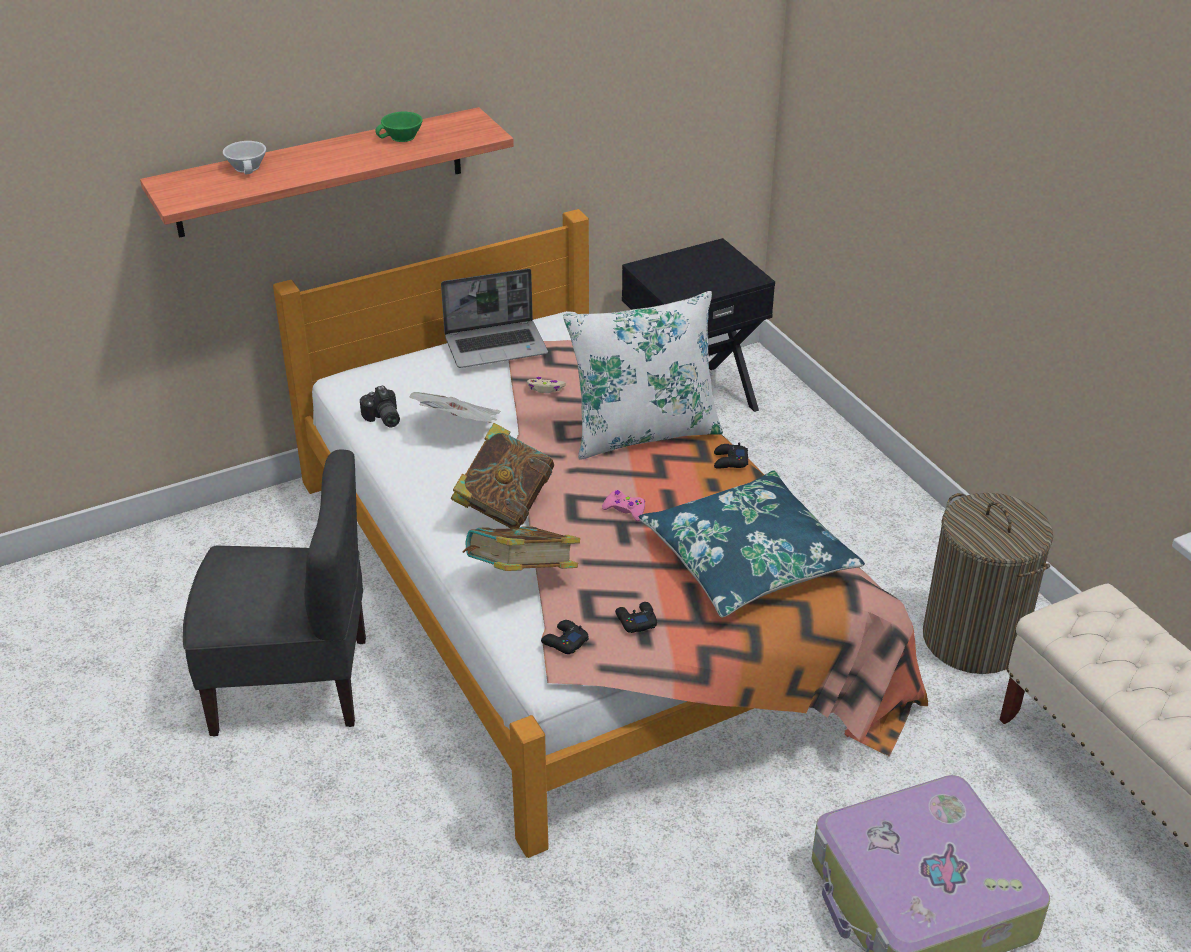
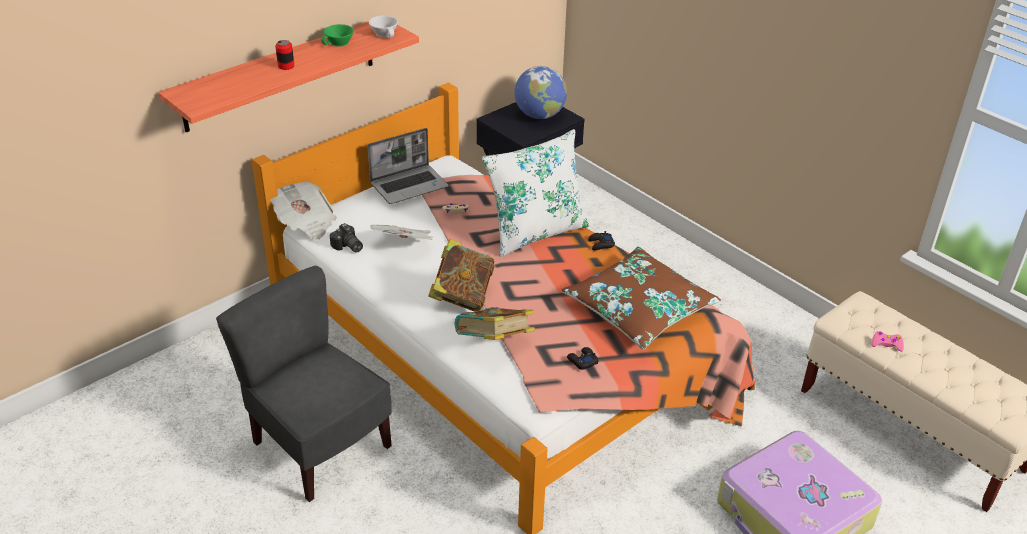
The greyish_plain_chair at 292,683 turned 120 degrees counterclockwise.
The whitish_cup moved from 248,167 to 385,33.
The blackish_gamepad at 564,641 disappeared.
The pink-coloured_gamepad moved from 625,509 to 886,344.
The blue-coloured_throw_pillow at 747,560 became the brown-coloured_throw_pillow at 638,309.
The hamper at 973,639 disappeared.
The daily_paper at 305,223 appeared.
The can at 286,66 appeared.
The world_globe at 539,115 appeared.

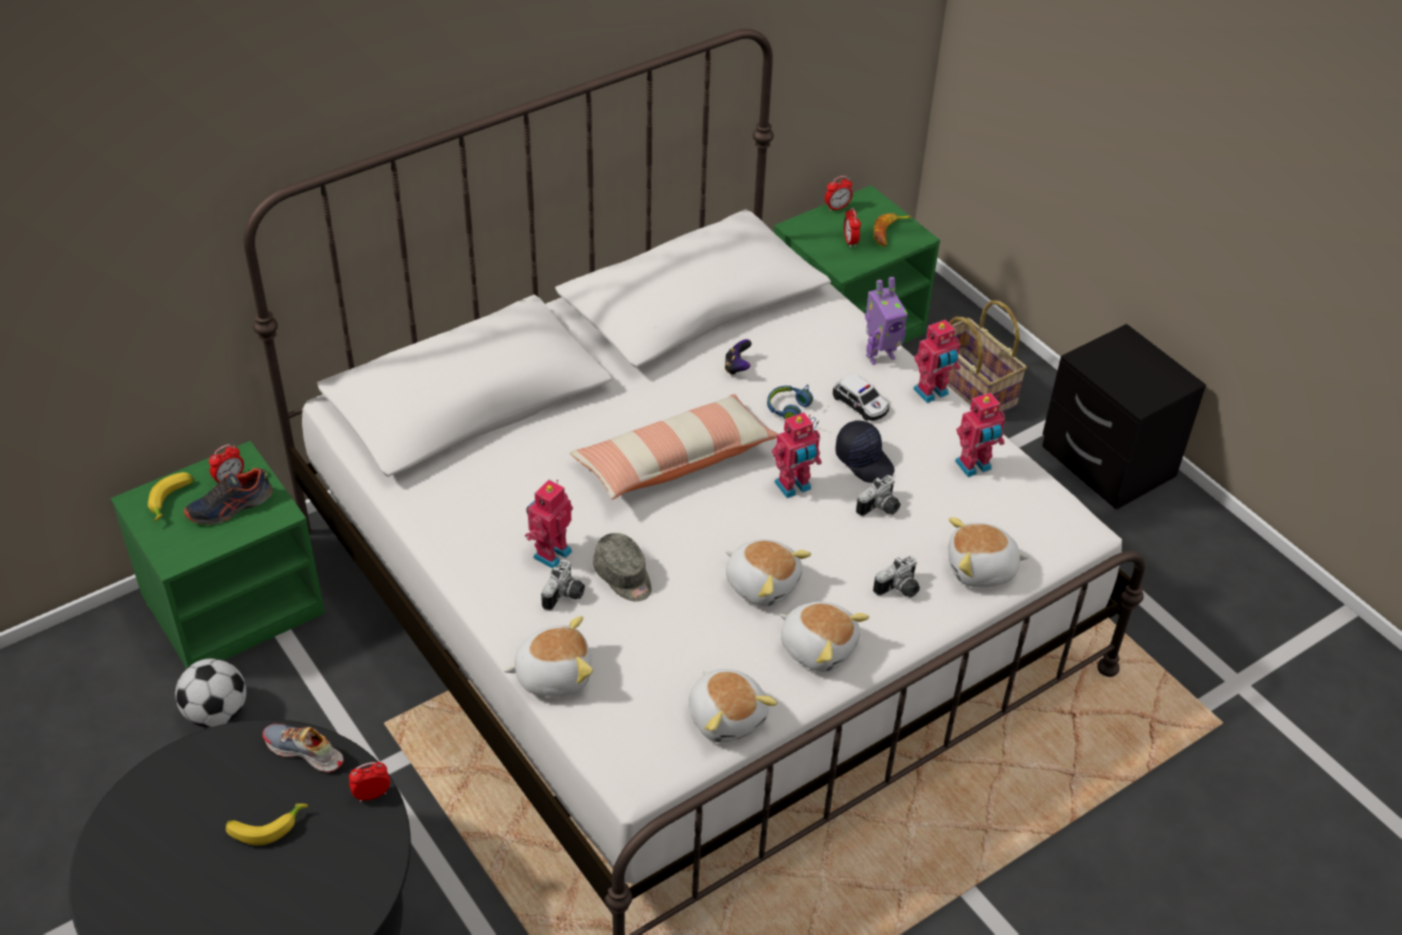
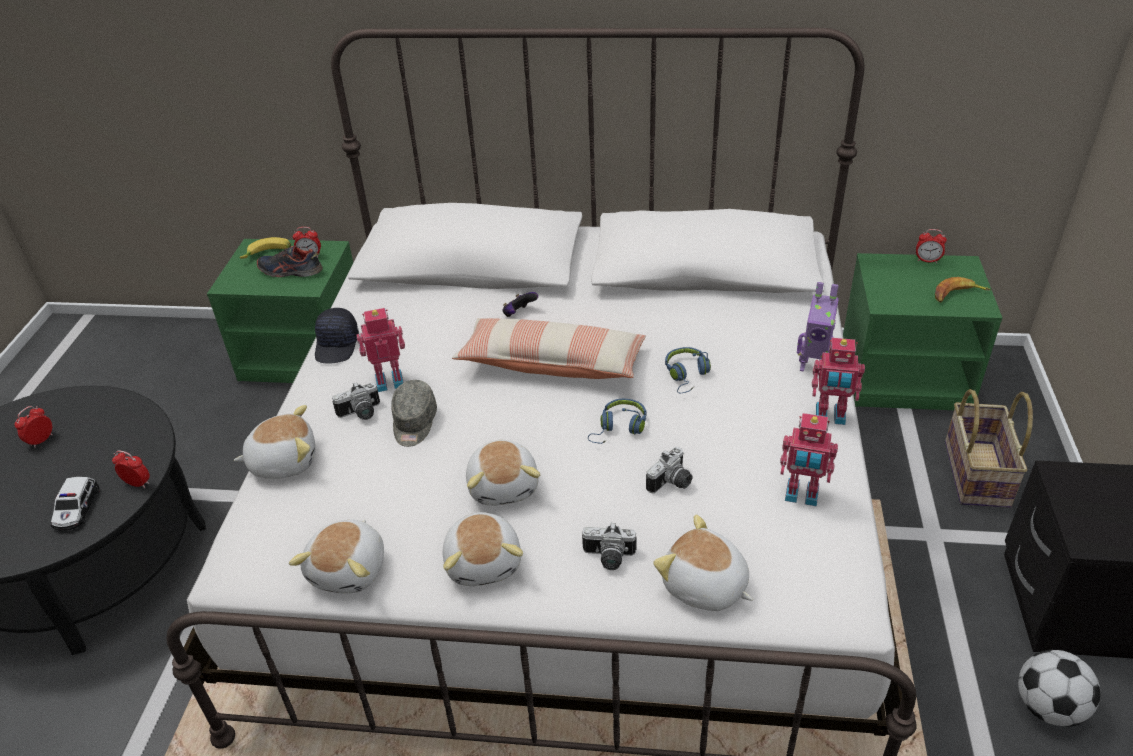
The football moved from 216,713 to 1048,707.
The whole_banana at 266,826 disappeared.
The shoe at 304,752 disappeared.
The plush_toy at 553,674 turned 45 degrees counterclockwise.
The gamepad moved from 737,367 to 519,314.
The robot_figure at 794,487 was replaced by the blue-coloured_pair_of_headphones at 619,428.
The toy_car moved from 860,404 to 77,509.
The blackish_cap moved from 865,460 to 337,345.
The bedside_clock moved from 850,241 to 41,440.
The still_camera at 880,508 turned 45 degrees counterclockwise.

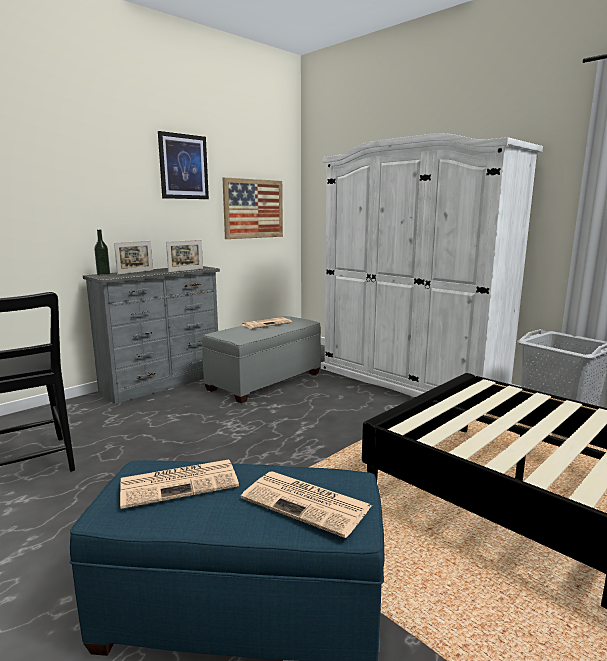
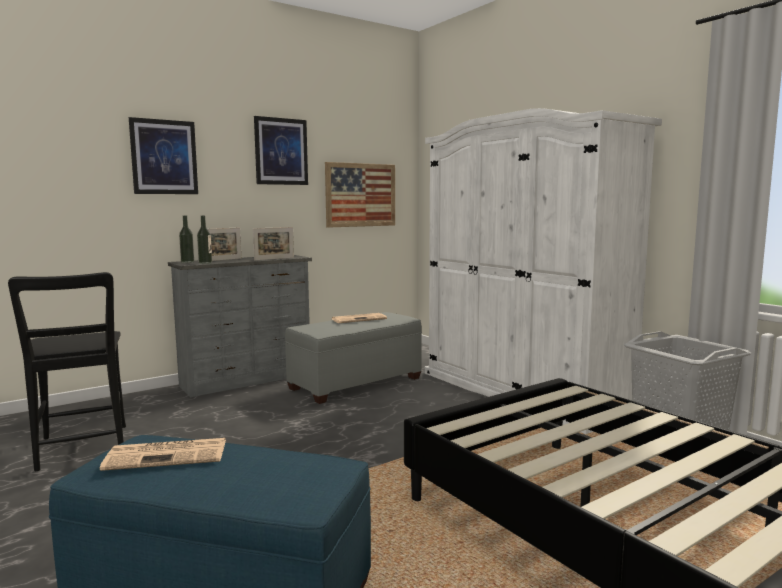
The daily_paper at 308,503 disappeared.
The picture at 164,157 appeared.
The drink_bottle at 205,263 appeared.

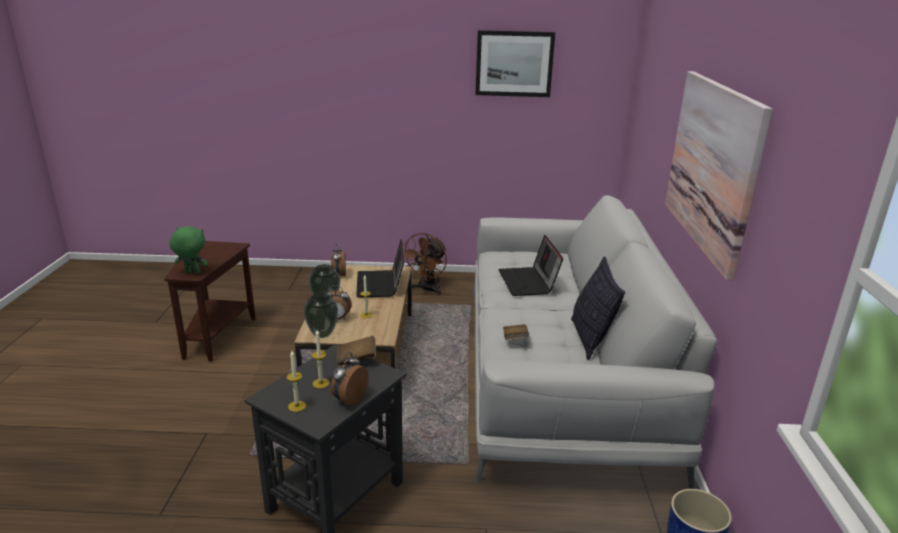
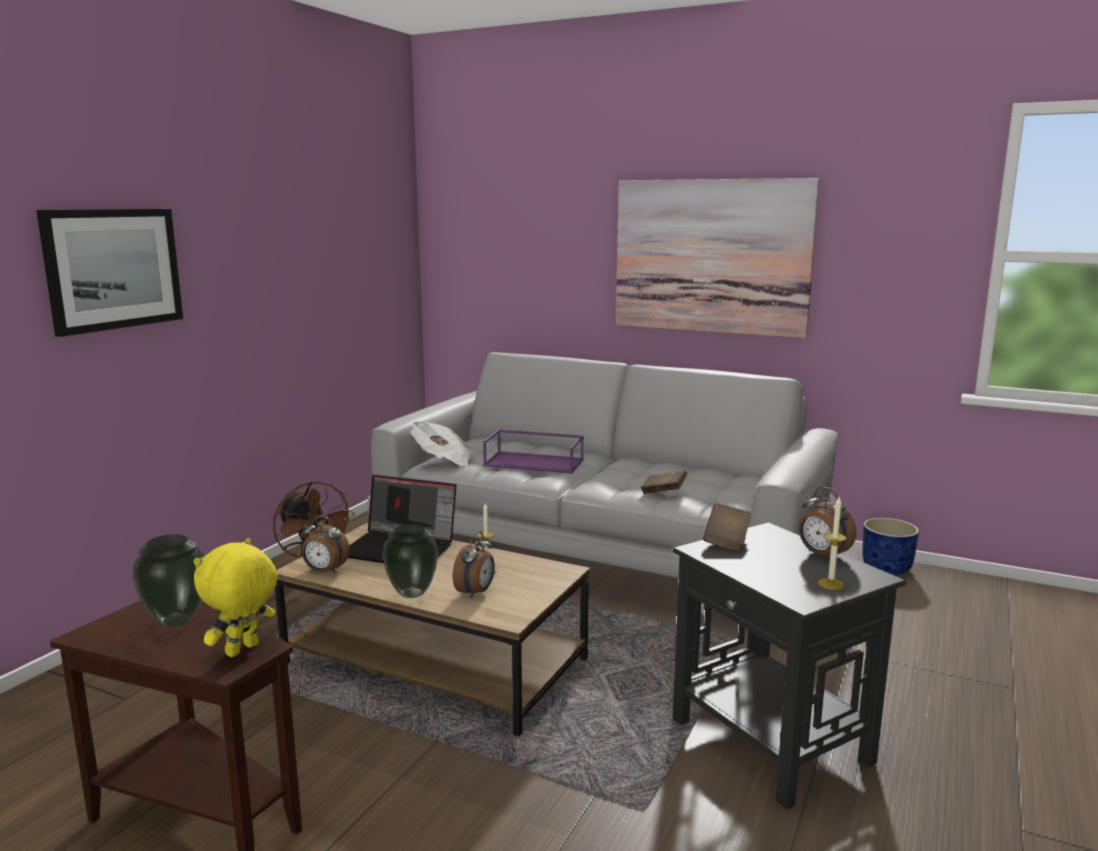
The green_plush_toy at 192,273 became the yellowish_plush_toy at 243,650.
The decorative_vase moved from 322,335 to 177,621.
The wax_candle at 321,383 disappeared.
The picture moved from 514,64 to 113,269.
The portable_computer at 529,282 was replaced by the purple-coloured_serving_tray at 535,462.
The throw_pillow at 591,339 disappeared.
The daily_paper at 443,459 appeared.

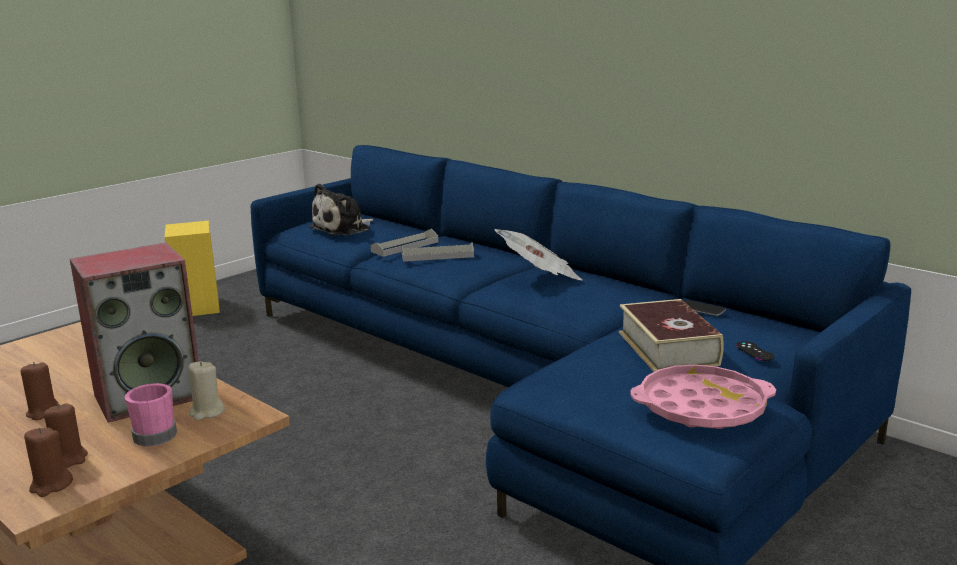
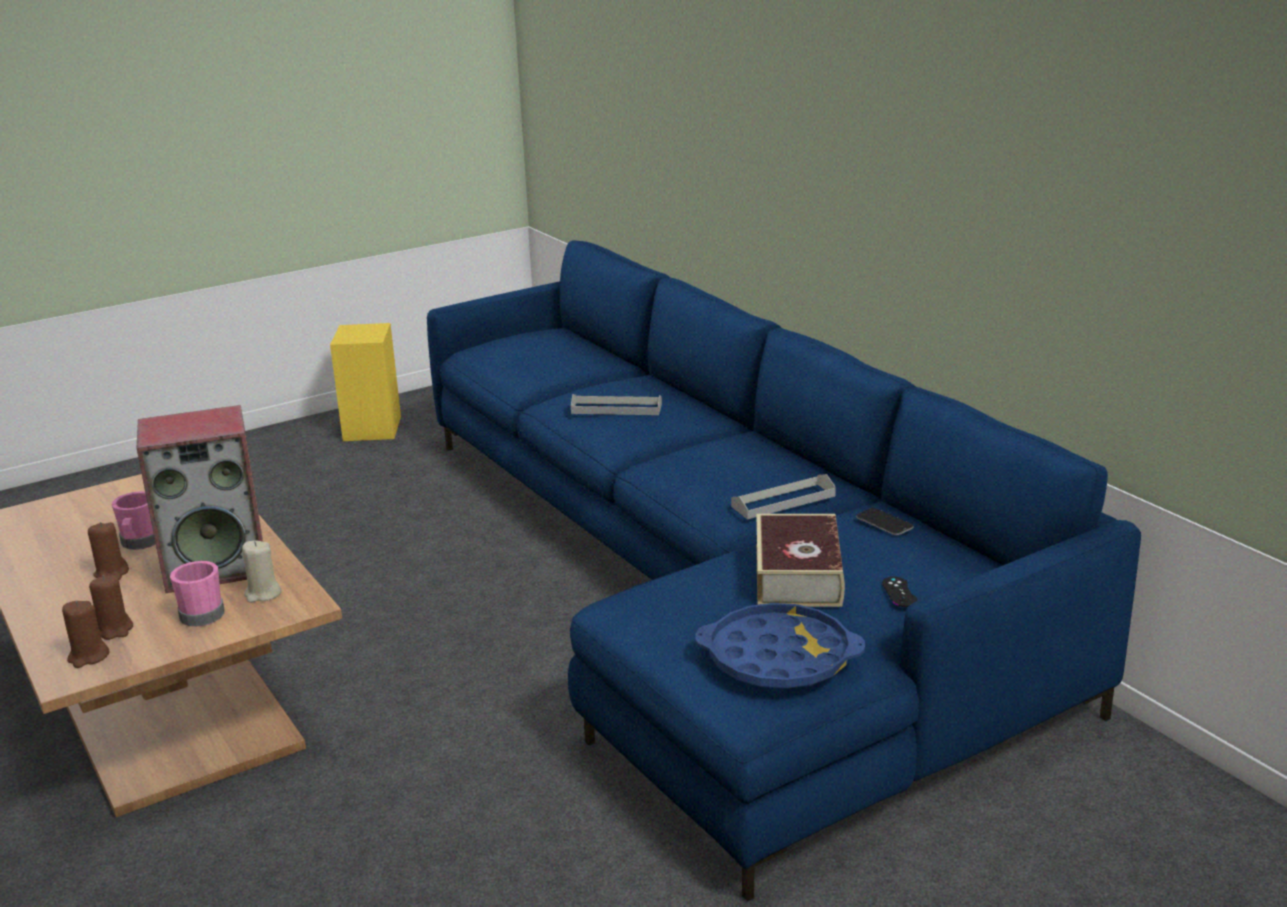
The plush_toy at 343,228 disappeared.
The greyish_serving_tray moved from 405,247 to 783,501.
The daily_paper at 539,276 disappeared.
The pink-coloured_serving_tray at 701,407 became the blue-coloured_serving_tray at 779,658.
The pink-coloured_mug at 140,543 appeared.

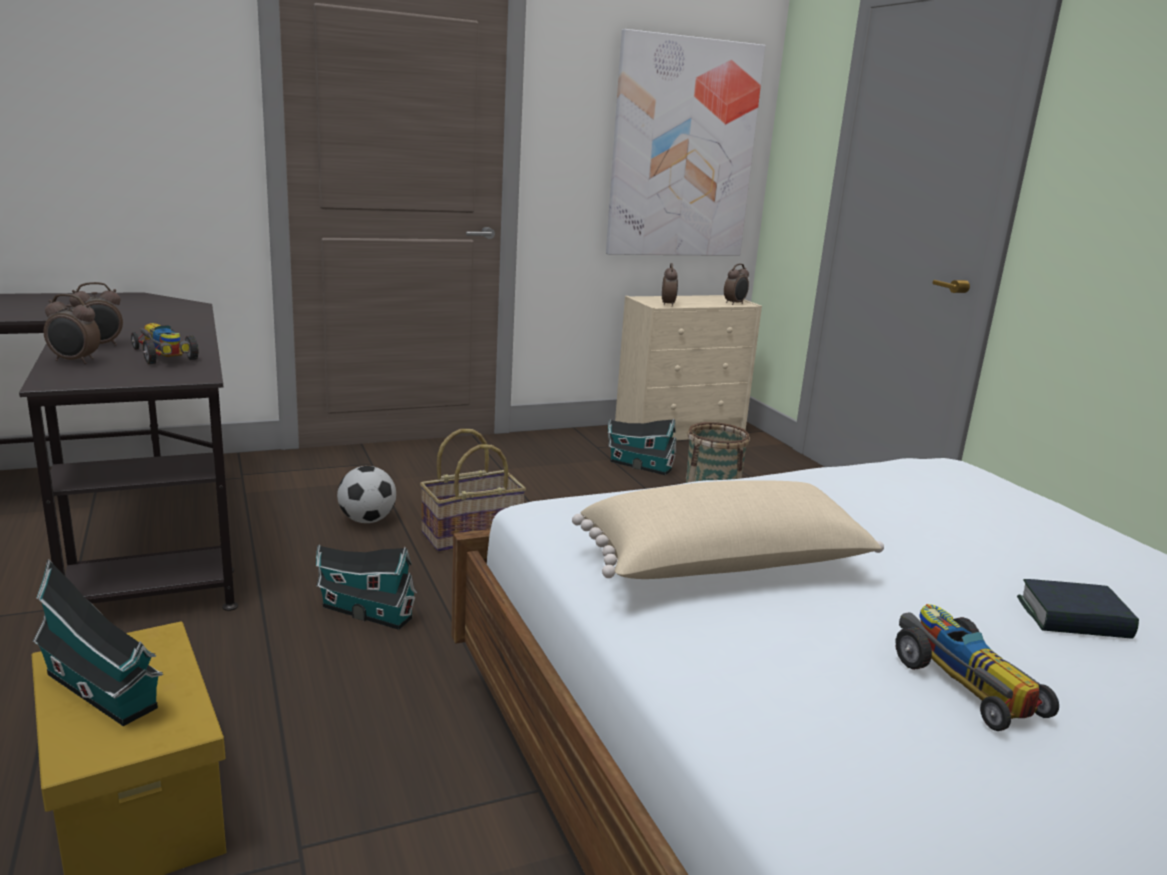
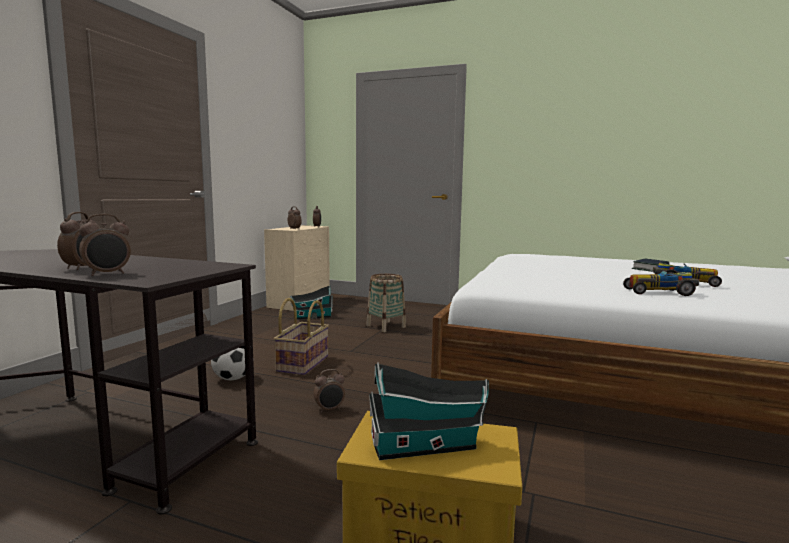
The toy_car moved from 165,356 to 661,292.
The toy_house at 364,611 was replaced by the bedside_clock at 329,409.
The beige_throw_pillow at 724,568 disappeared.
The picture at 682,149 disappeared.

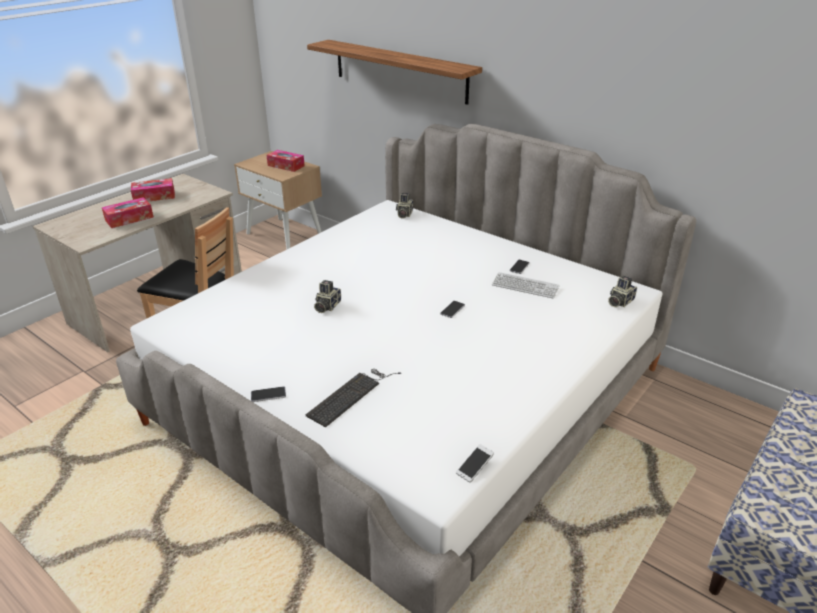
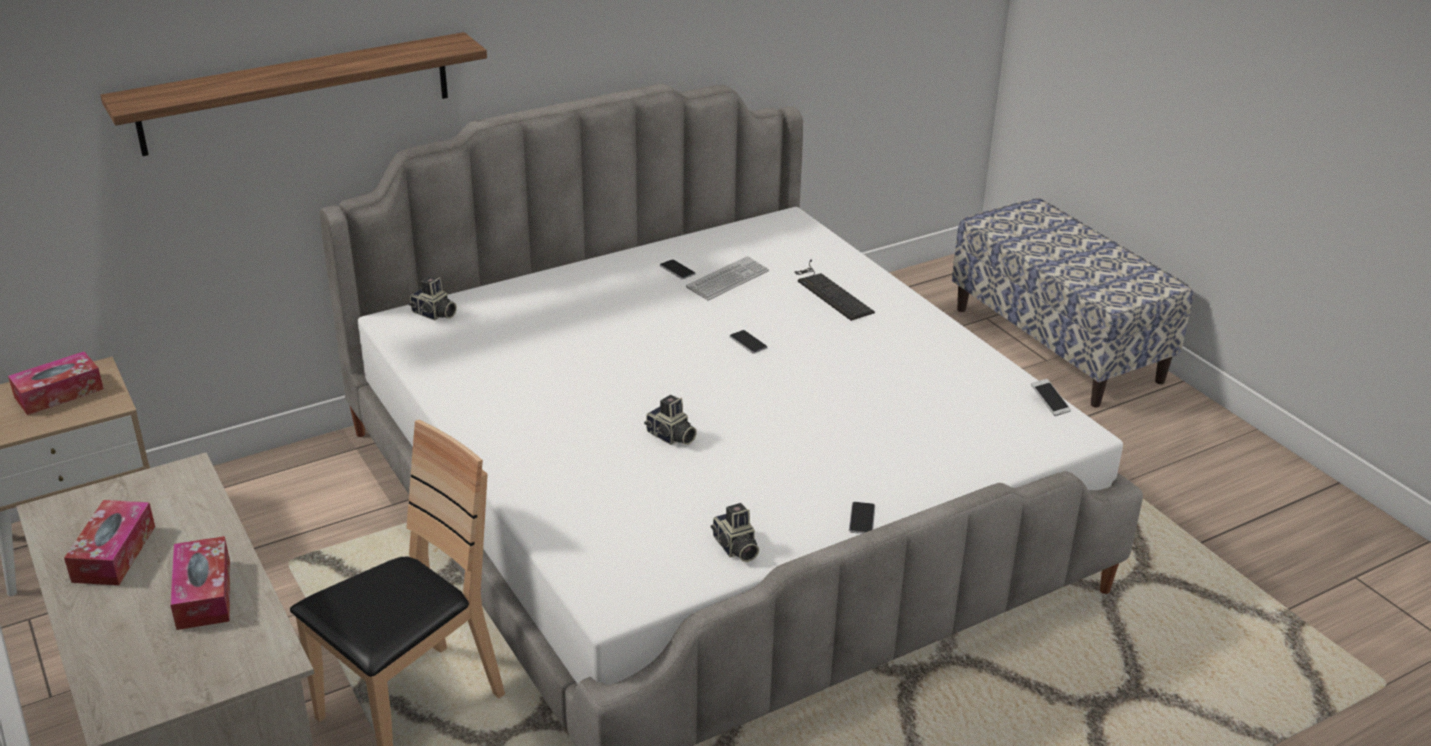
The keyboard moved from 351,394 to 829,291.
The still_camera moved from 619,301 to 735,548.

